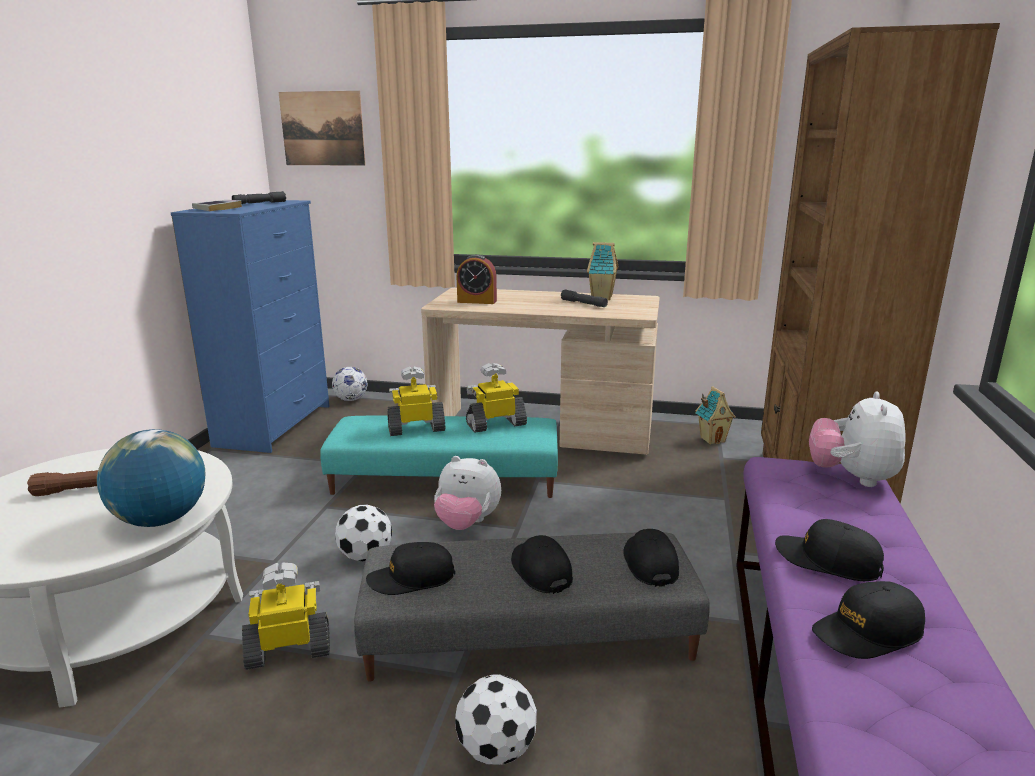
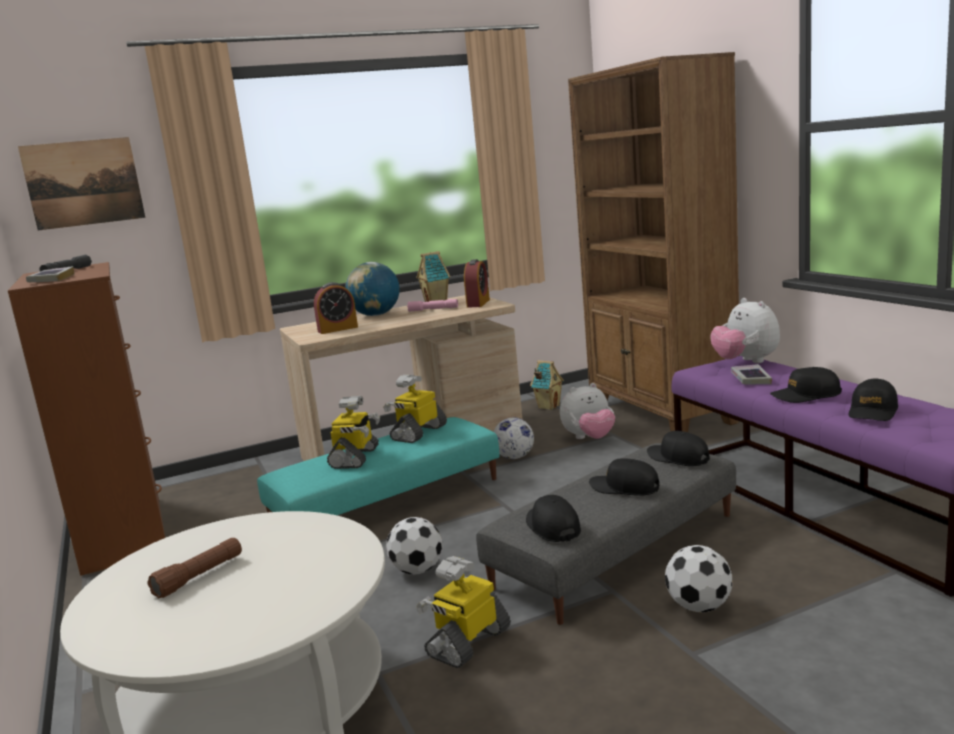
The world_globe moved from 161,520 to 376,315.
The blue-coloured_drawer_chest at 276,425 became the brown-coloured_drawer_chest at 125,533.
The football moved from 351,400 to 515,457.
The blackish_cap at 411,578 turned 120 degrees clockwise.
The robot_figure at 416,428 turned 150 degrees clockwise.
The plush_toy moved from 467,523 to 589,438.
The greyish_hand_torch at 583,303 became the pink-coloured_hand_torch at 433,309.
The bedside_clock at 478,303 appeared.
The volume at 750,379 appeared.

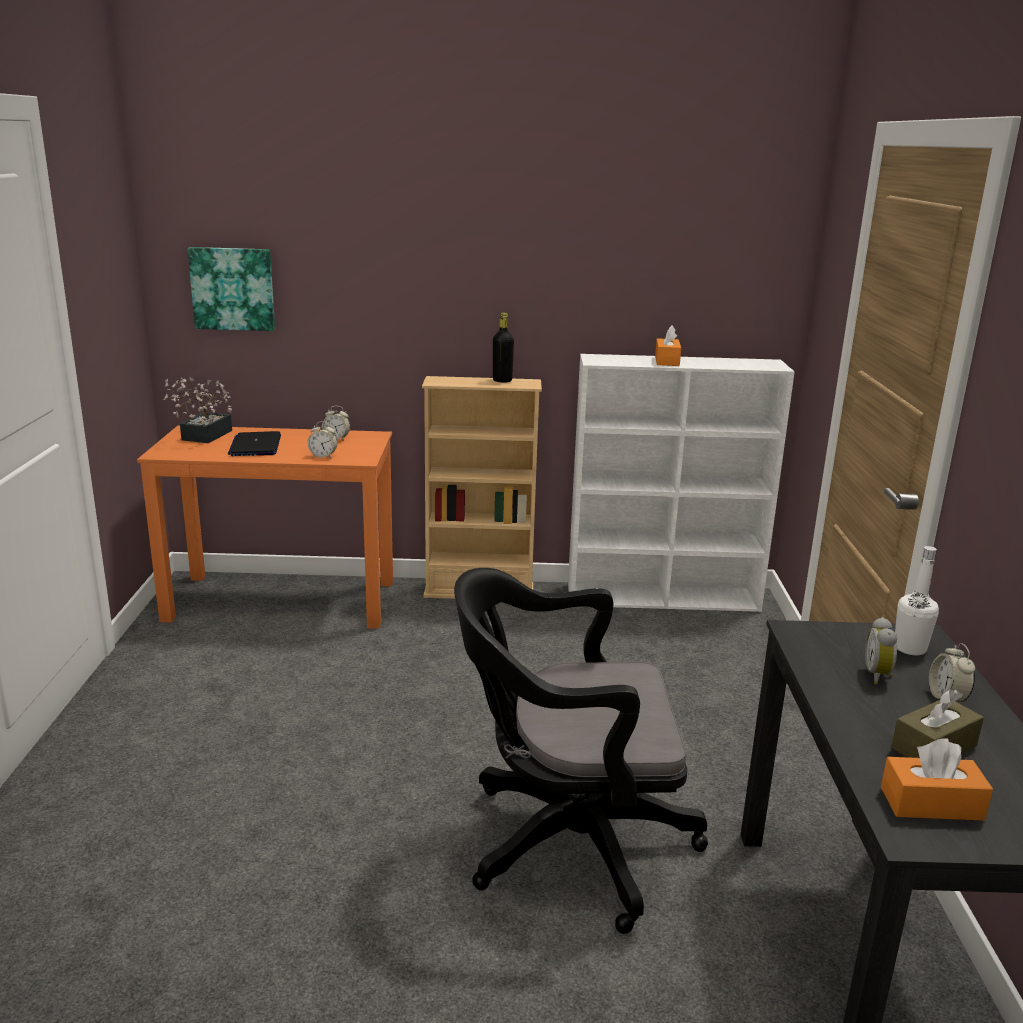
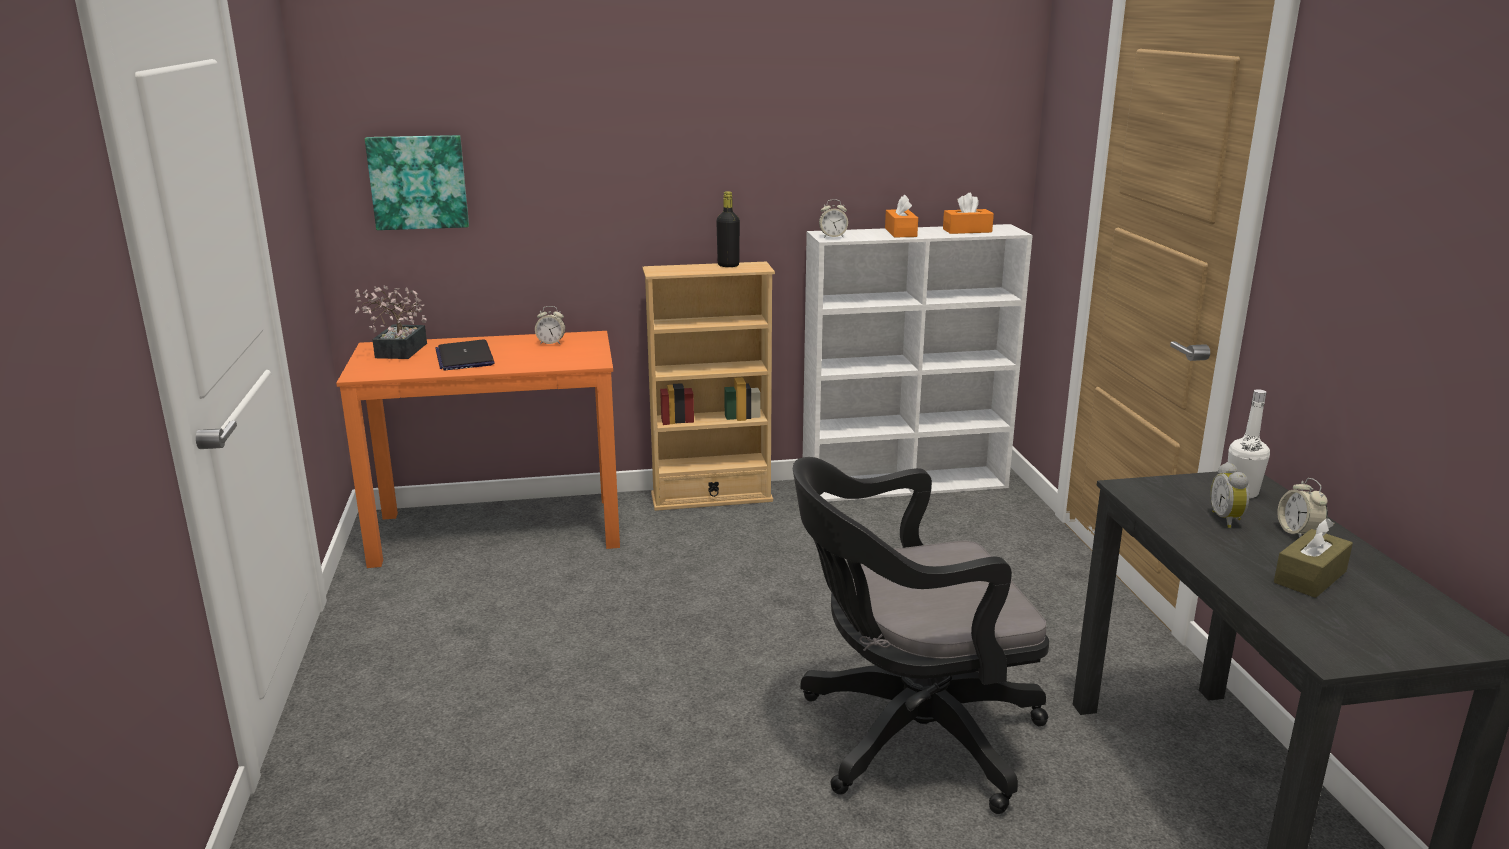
The bedside_clock moved from 323,456 to 832,237.
The orangey_tissue_box moved from 931,804 to 967,230.

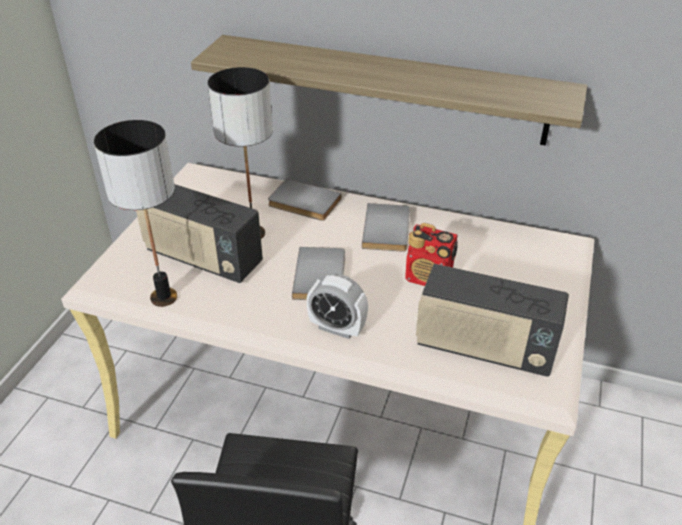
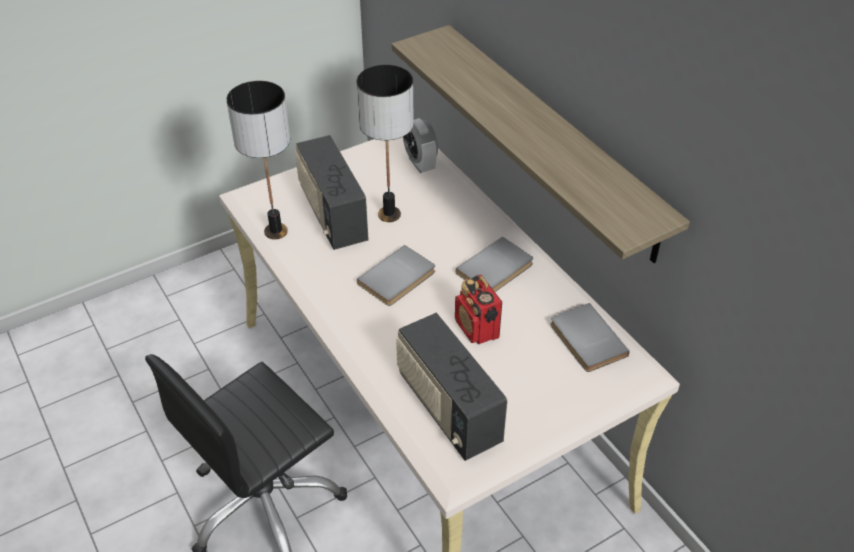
The greyish_volume moved from 303,203 to 585,340.
The bedside_clock moved from 337,328 to 420,163.

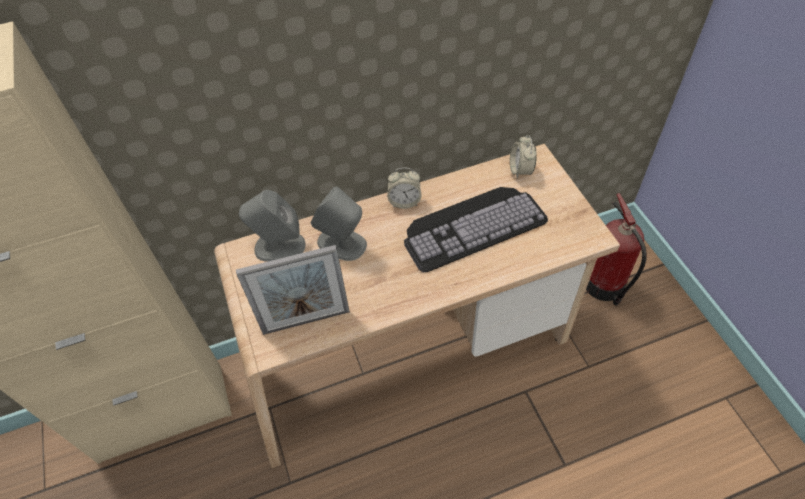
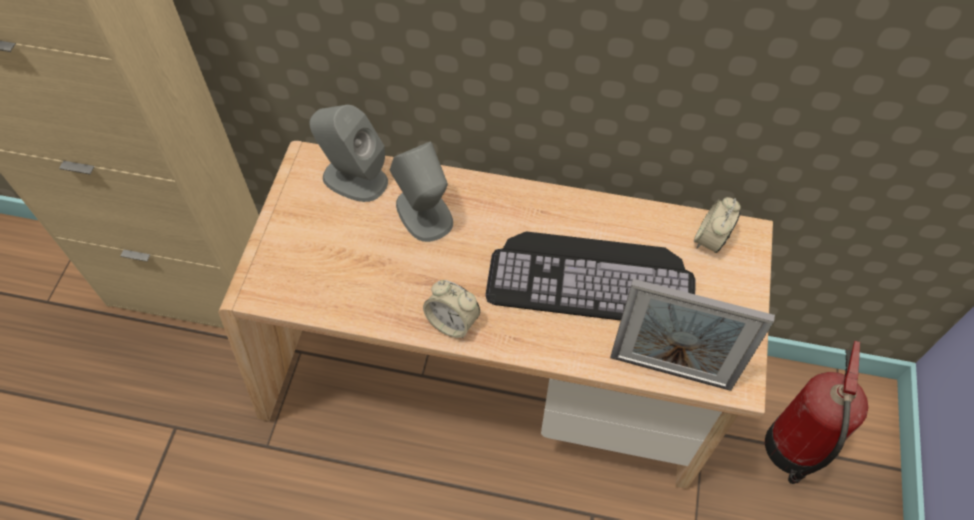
The picture_frame moved from 306,321 to 670,371.
The bedside_clock moved from 404,201 to 452,322.

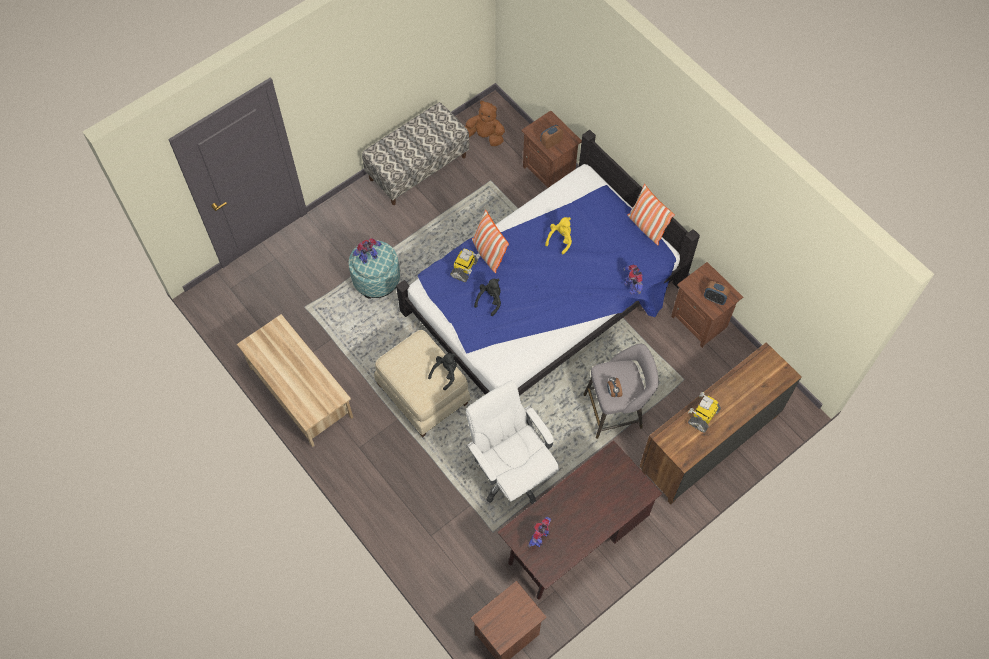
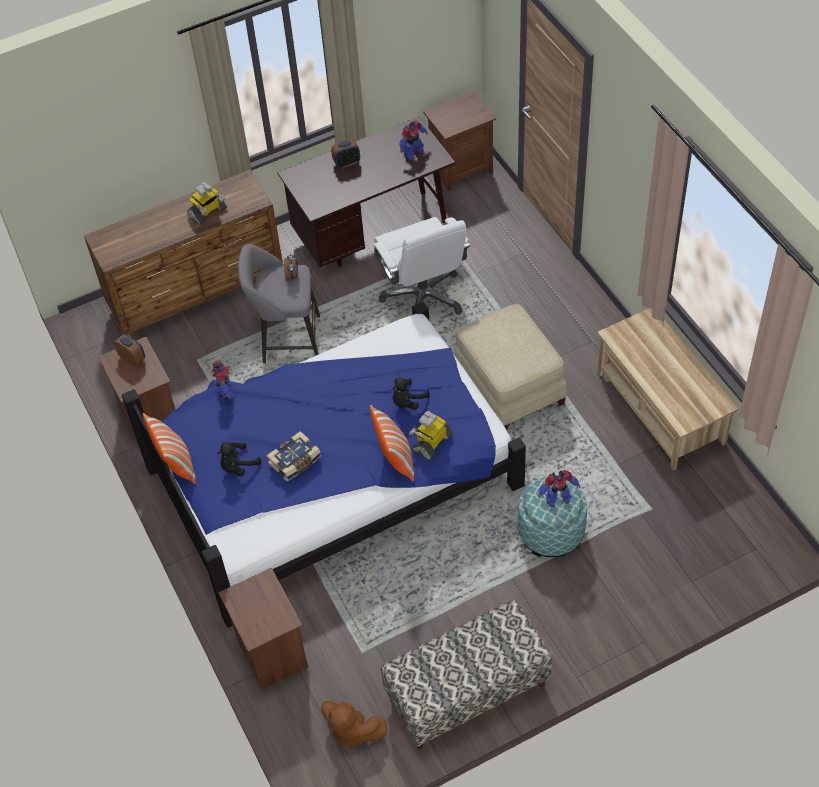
The blackish_plush_toy moved from 445,373 to 238,466.
The bedside_clock moved from 551,143 to 346,163.
The yellowish_plush_toy at 560,239 was replaced by the volume at 295,462.

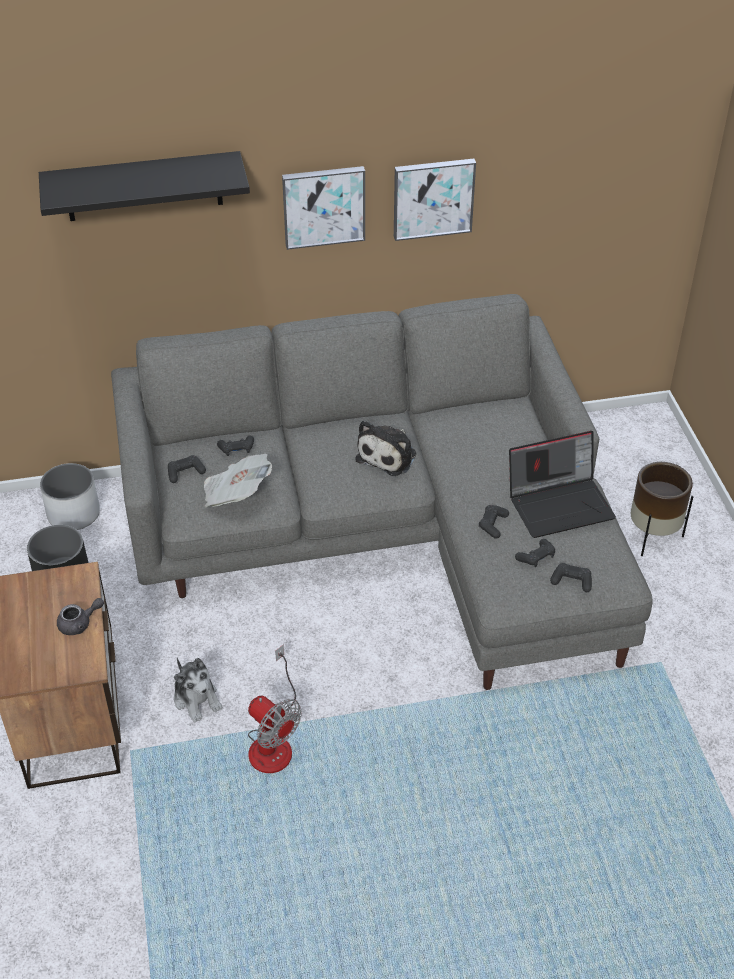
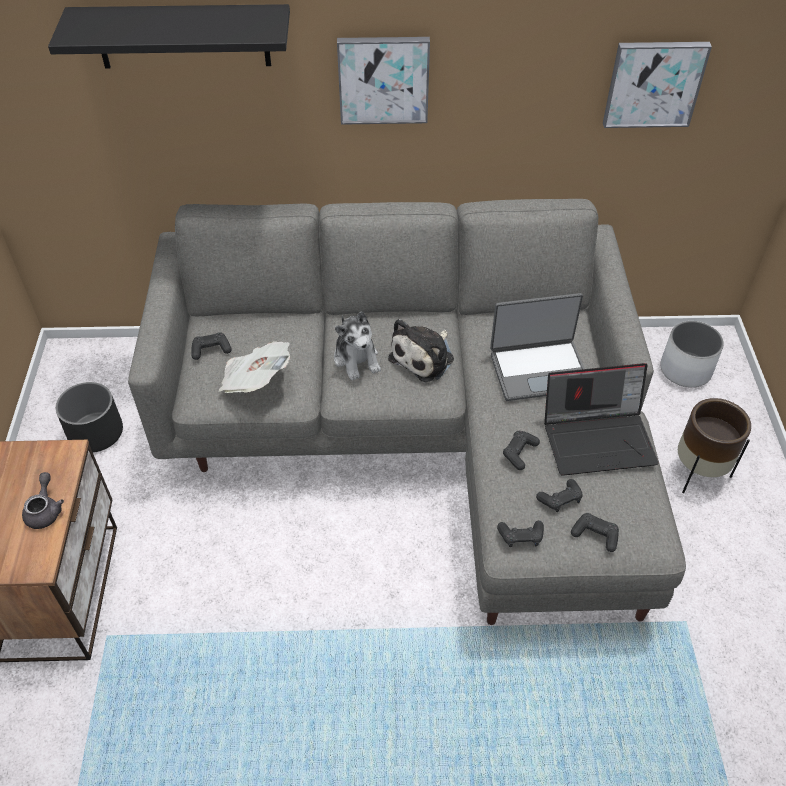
The whitish_planter moved from 74,514 to 686,370.
The greyish_teapot at 79,624 turned 75 degrees counterclockwise.
The plush_toy moved from 197,699 to 357,359.
The blackish_gamepad moved from 236,449 to 521,536.
The fan at 273,741 disappeared.
The picture moved from 433,198 to 654,83.
The portable_computer at 539,370 appeared.

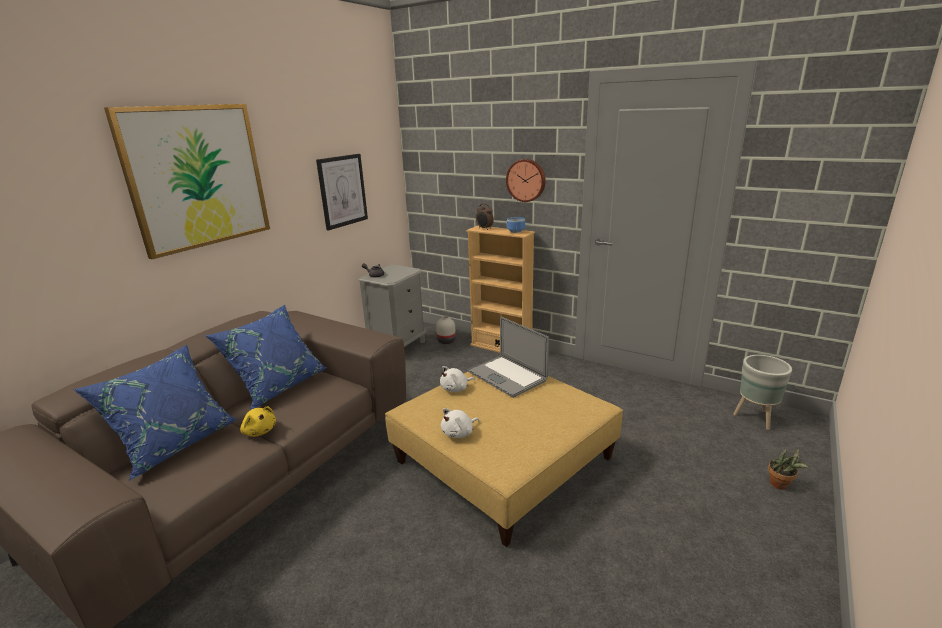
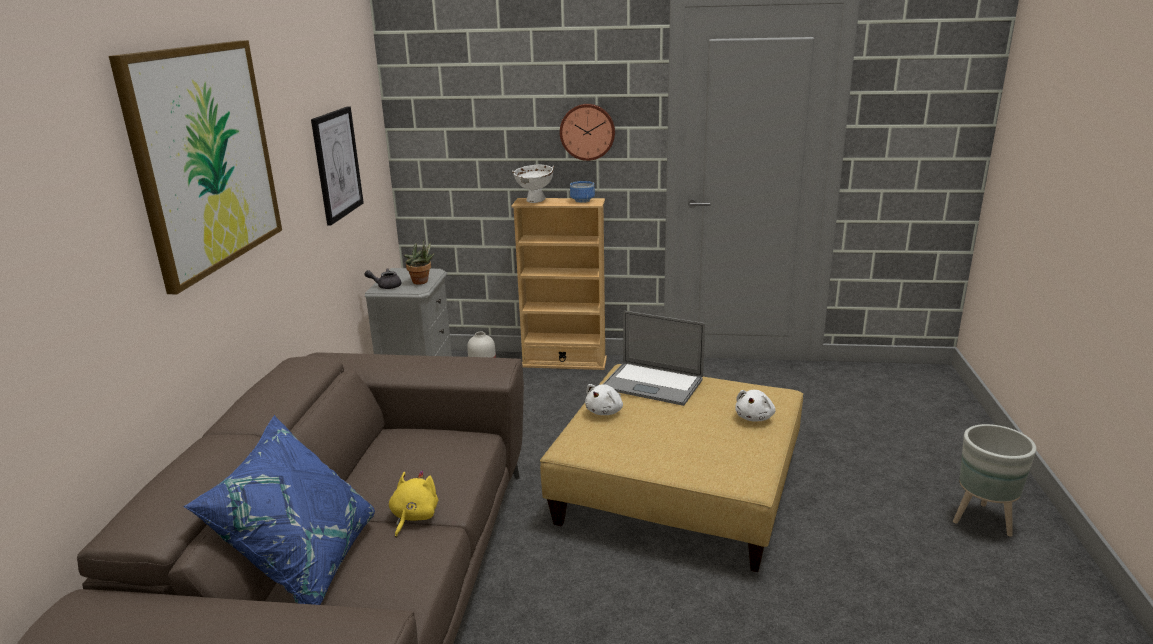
The blue-coloured_throw_pillow at 277,385 disappeared.
The yellowish_plush_toy at 259,431 turned 90 degrees counterclockwise.
The whitish_plush_toy moved from 459,433 to 755,417.
The bedside_clock at 484,228 was replaced by the whitish_serving_bowl at 535,201.
The greyish_planter moved from 754,418 to 981,520.
The potted_plant moved from 781,486 to 422,282.

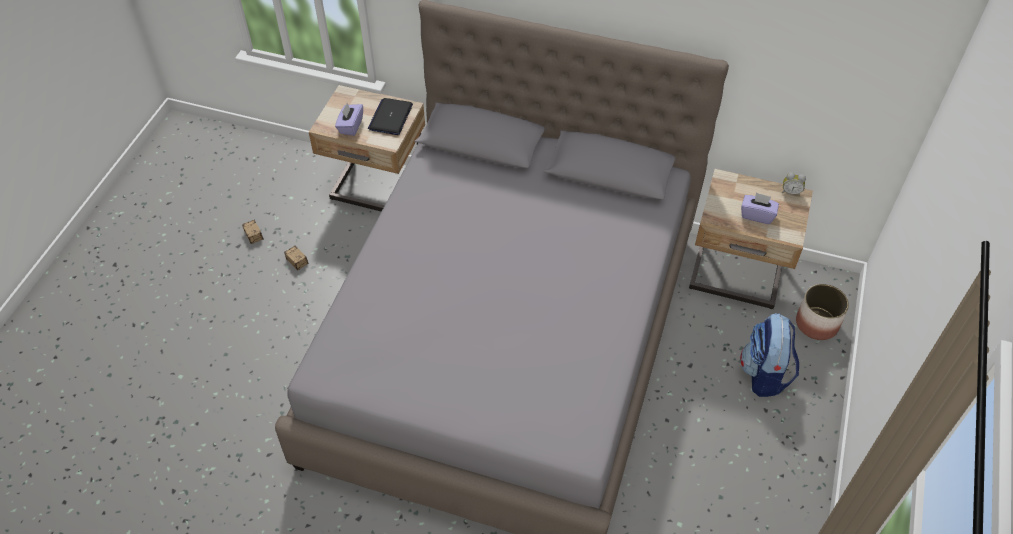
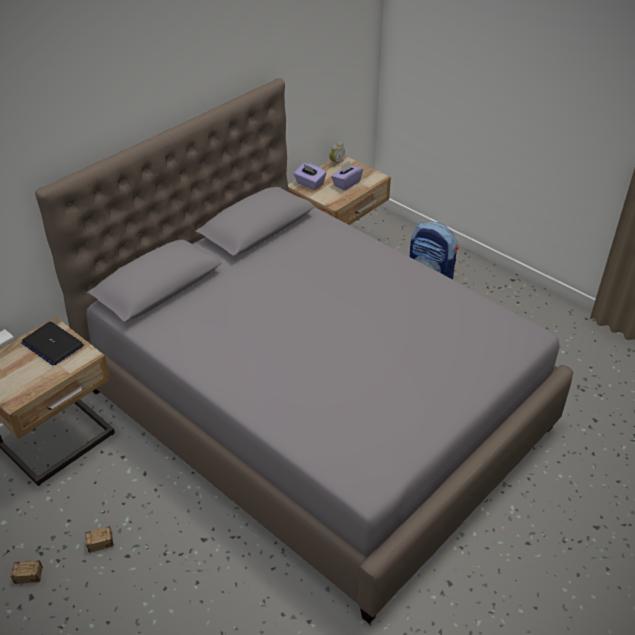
The purple-coloured_tissue_box moved from 350,126 to 309,184.
The planter at 817,323 disappeared.

